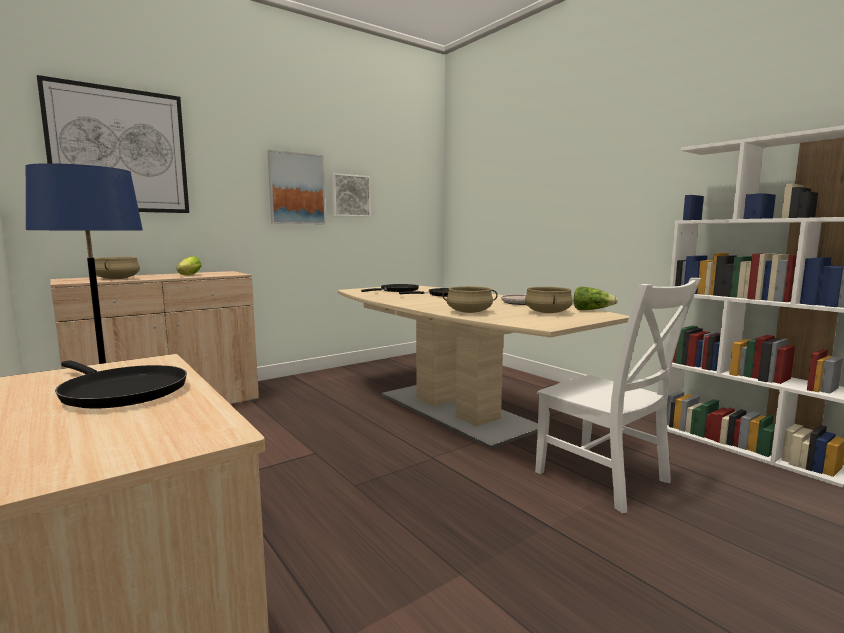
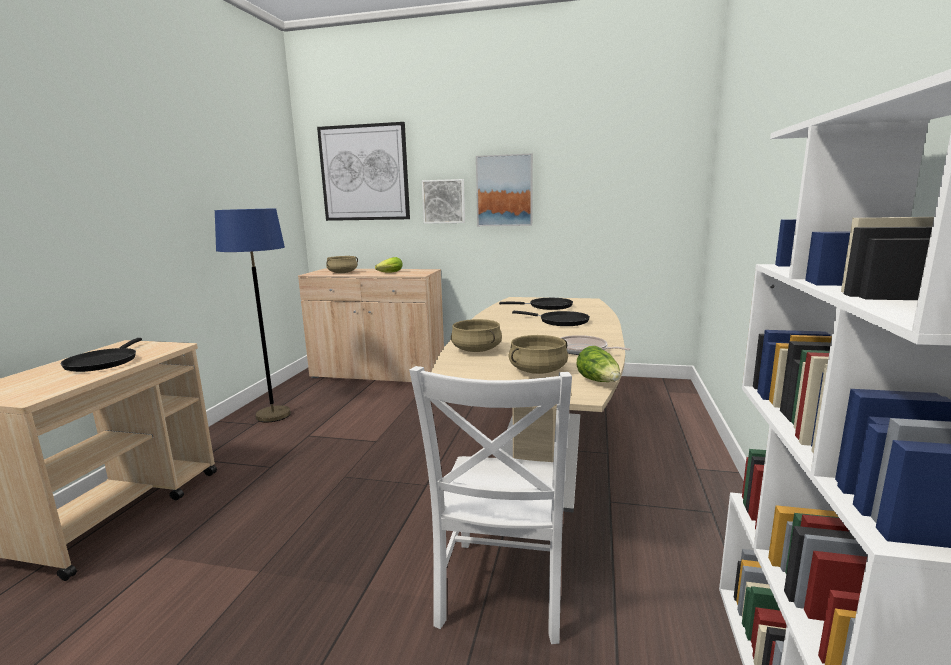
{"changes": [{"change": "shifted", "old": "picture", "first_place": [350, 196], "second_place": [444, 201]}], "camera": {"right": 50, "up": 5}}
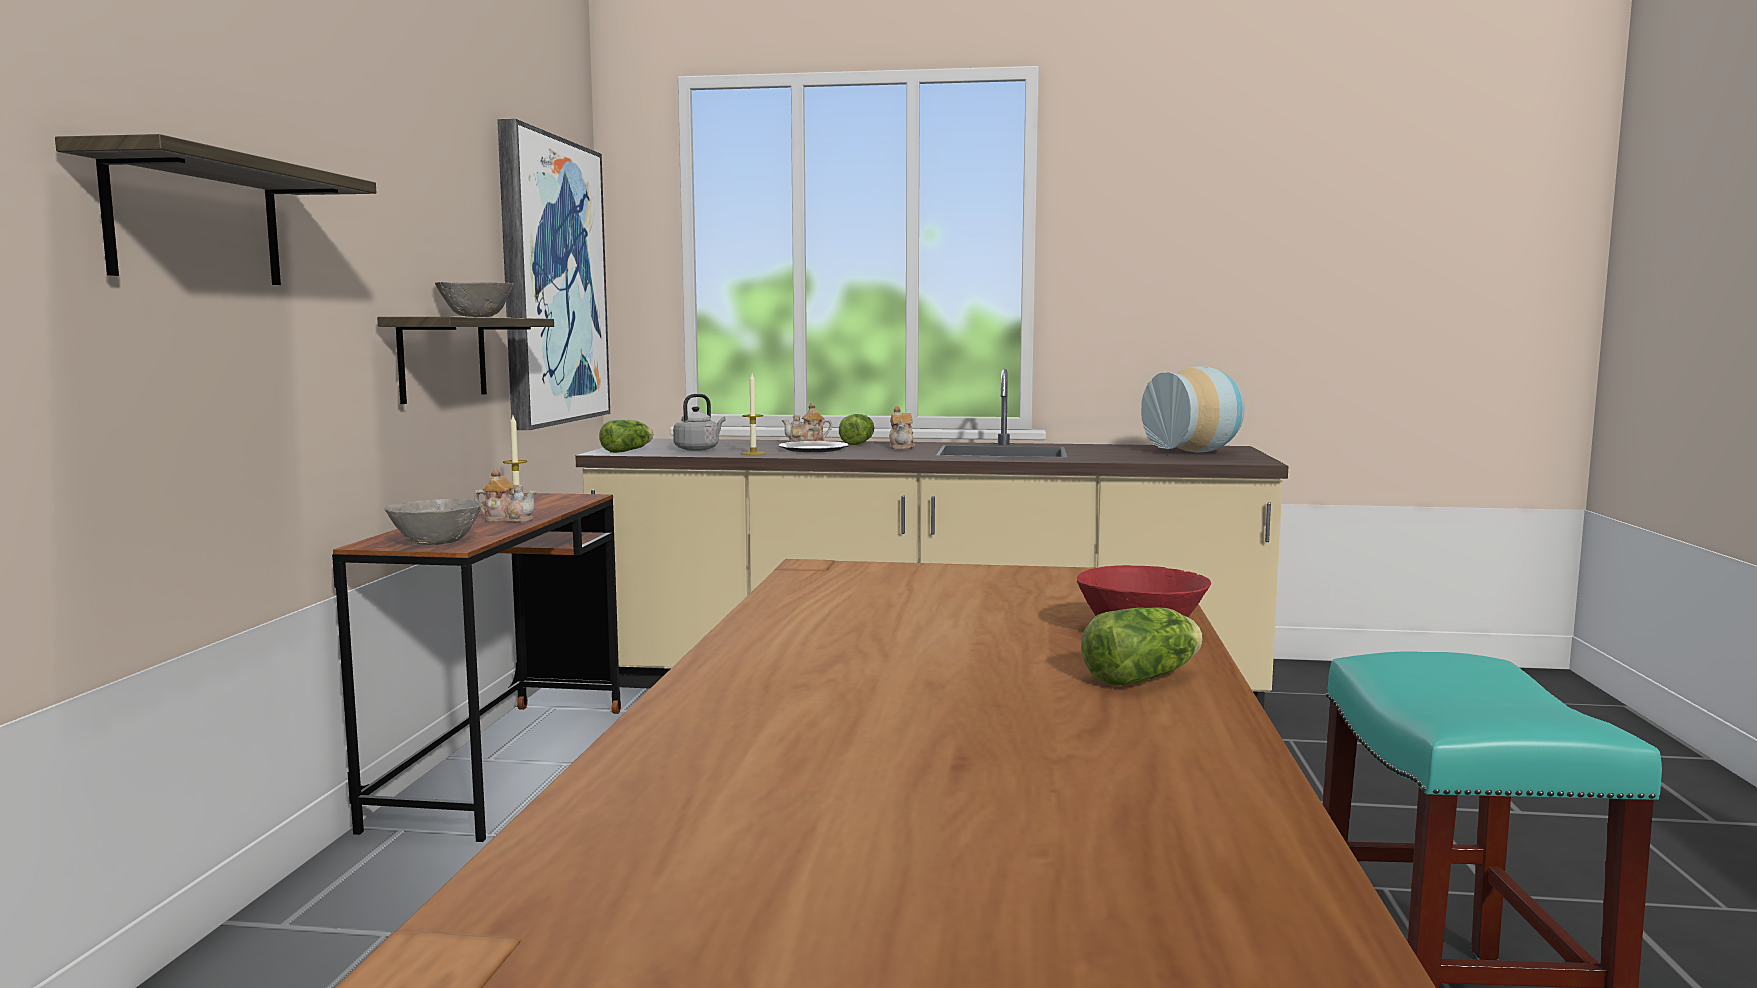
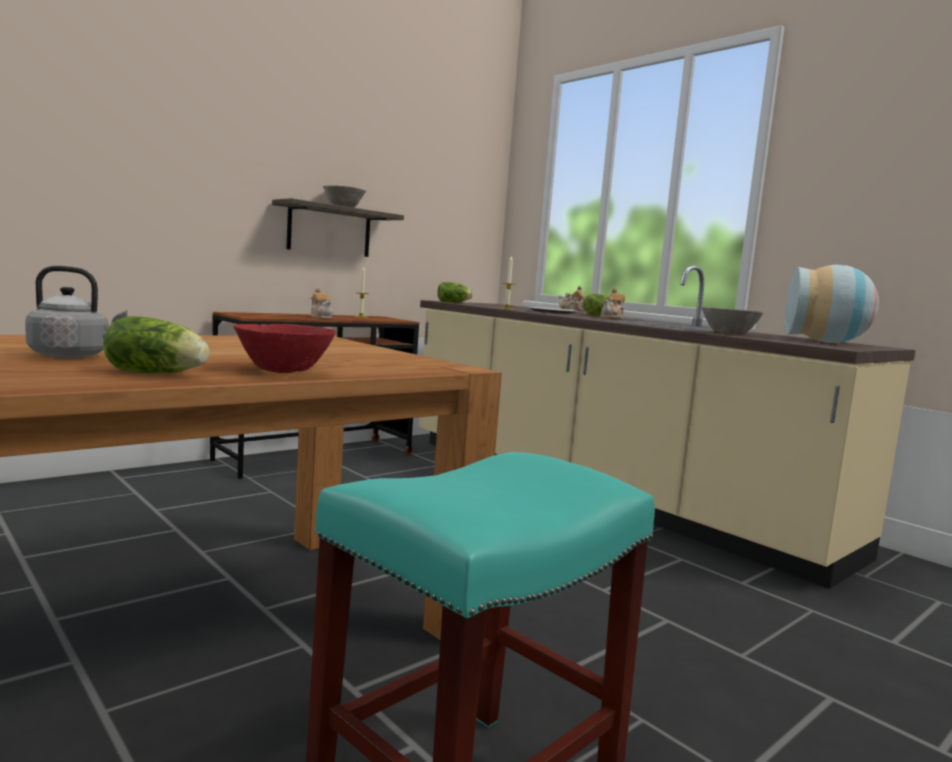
{"changes": [{"change": "gone", "old": "picture", "first_place": [551, 282]}, {"change": "gone", "old": "shelf", "first_place": [196, 222]}, {"change": "shifted", "old": "kettle/grey", "first_place": [698, 449], "second_place": [73, 356]}, {"change": "shifted", "old": "bowl/grey", "first_place": [434, 543], "second_place": [727, 333]}], "camera": {"right": 40, "up": 0}}
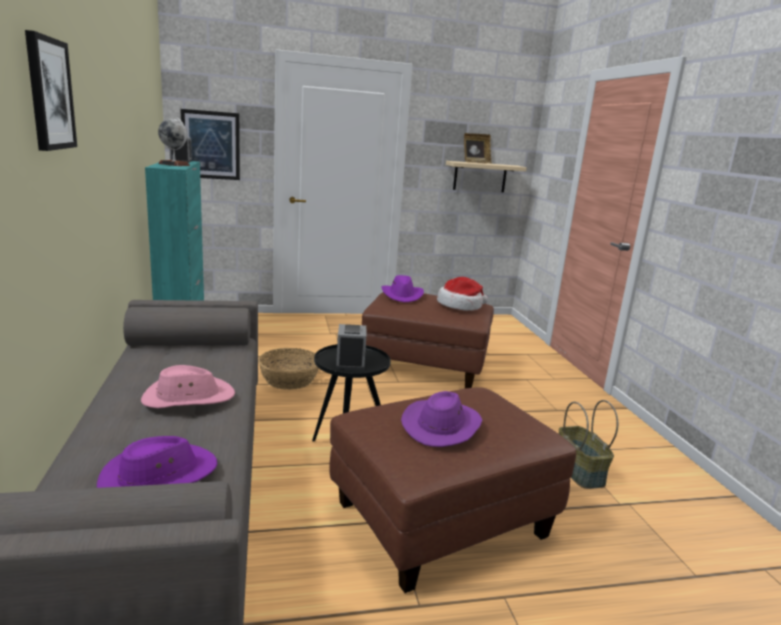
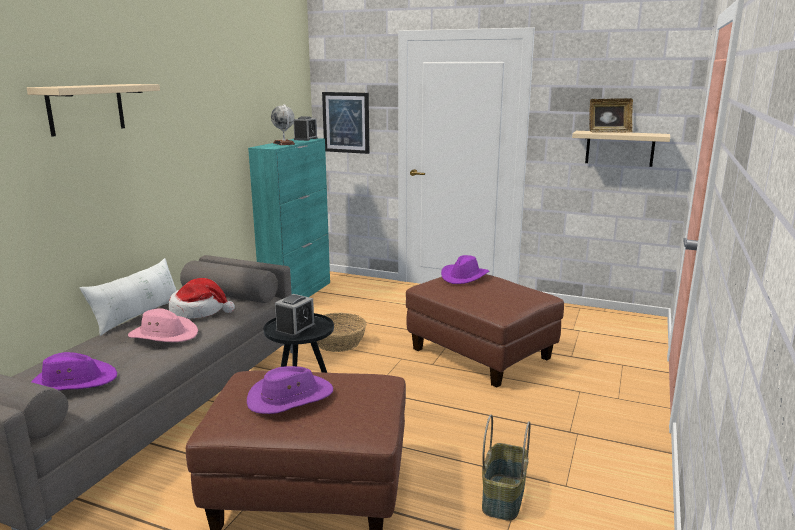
{"changes": [{"change": "swapped", "old": "picture", "new": "shelf/beige", "first_place": [49, 94], "second_place": [86, 109]}, {"change": "shifted", "old": "hat", "first_place": [460, 305], "second_place": [199, 311]}, {"change": "new", "new": "pillow/white", "second_place": [138, 315]}], "camera": {"right": 35, "up": 0}}
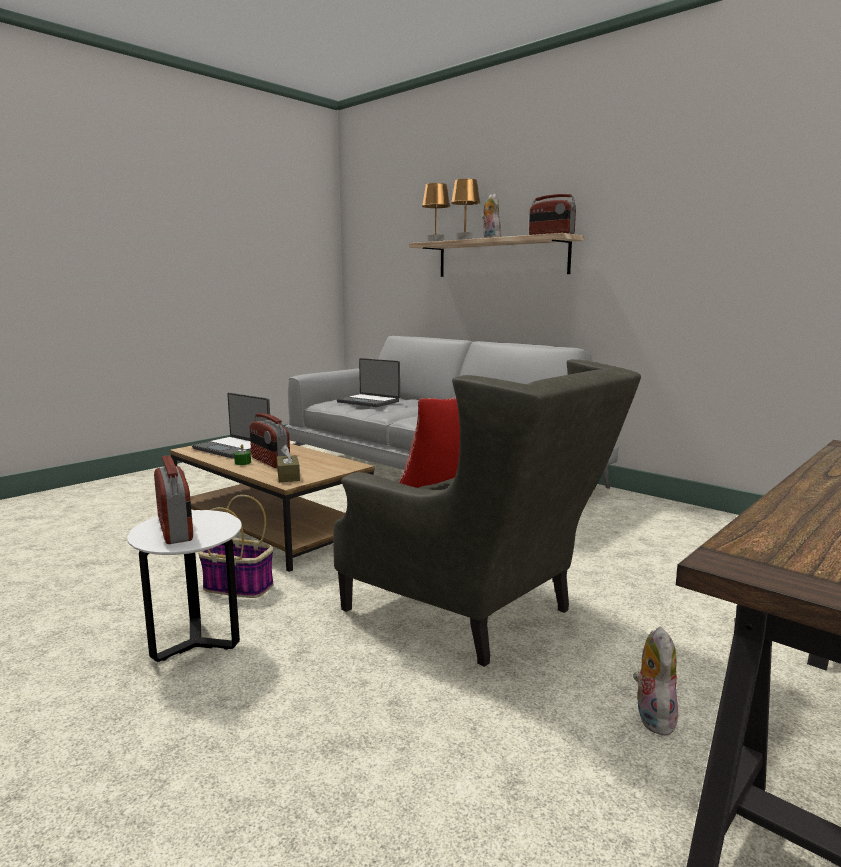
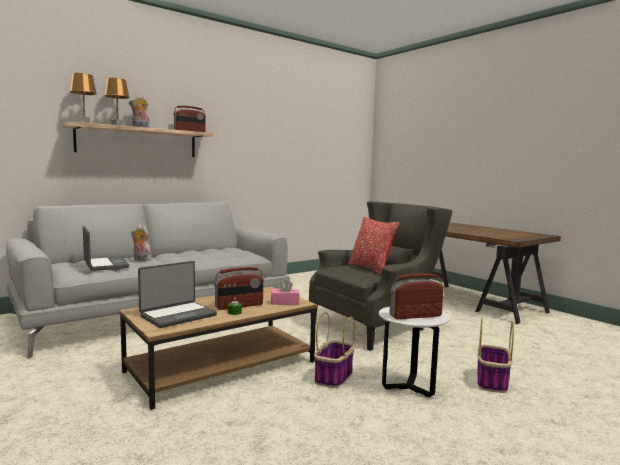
{"changes": [{"change": "rotated", "old": "laptop", "first_place": [369, 402], "second_place": [105, 265], "degrees": -75}, {"change": "repainted", "old": "tissue box/brown", "new": "tissue box/pink", "first_place": [288, 476], "second_place": [284, 302]}, {"change": "shifted", "old": "plush toy", "first_place": [652, 717], "second_place": [141, 260]}, {"change": "new", "new": "basket", "second_place": [492, 382]}], "camera": {"right": -80, "up": -5}}
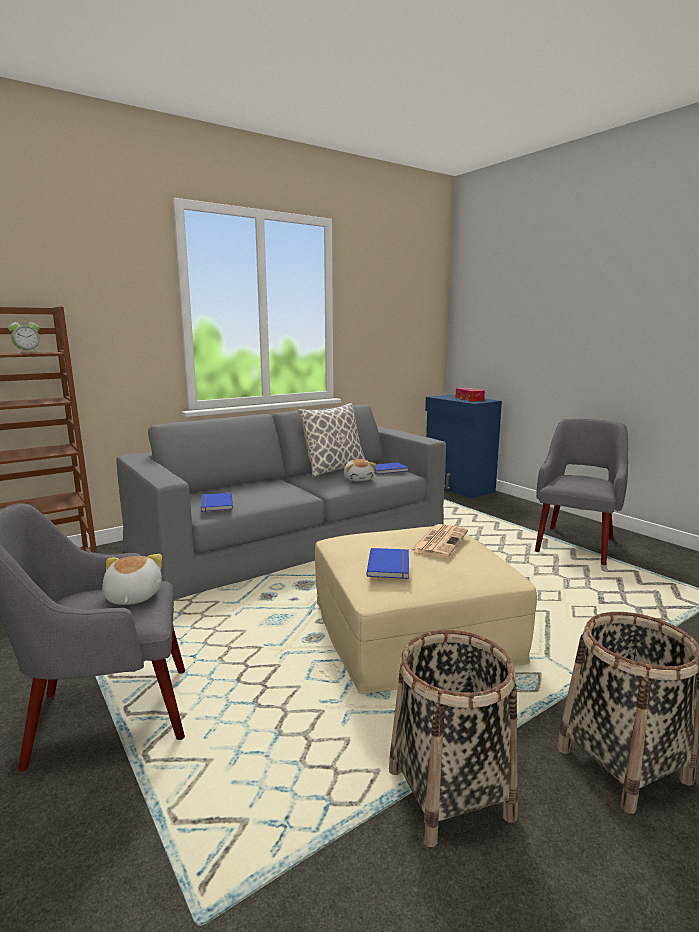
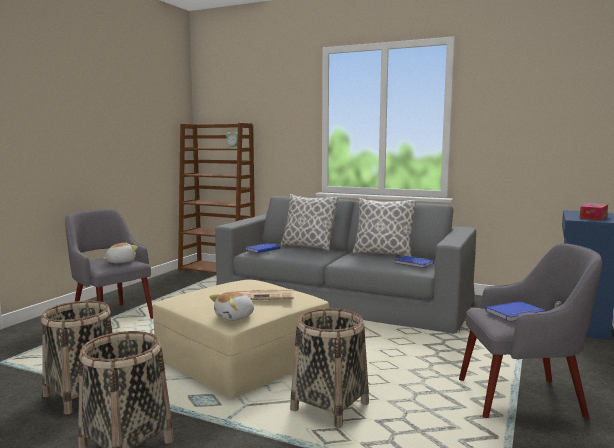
{"changes": [{"change": "shifted", "old": "plush toy", "first_place": [358, 479], "second_place": [235, 317]}, {"change": "shifted", "old": "book/blue", "first_place": [390, 565], "second_place": [516, 314]}, {"change": "new", "new": "pillow", "second_place": [308, 246]}, {"change": "new", "new": "basket", "second_place": [330, 407]}], "camera": {"right": 60, "up": -5}}
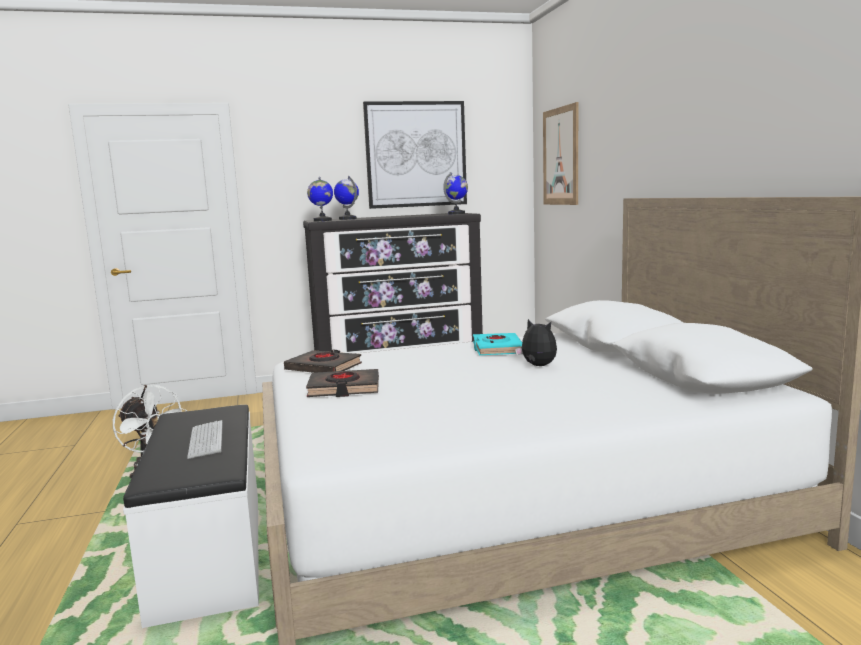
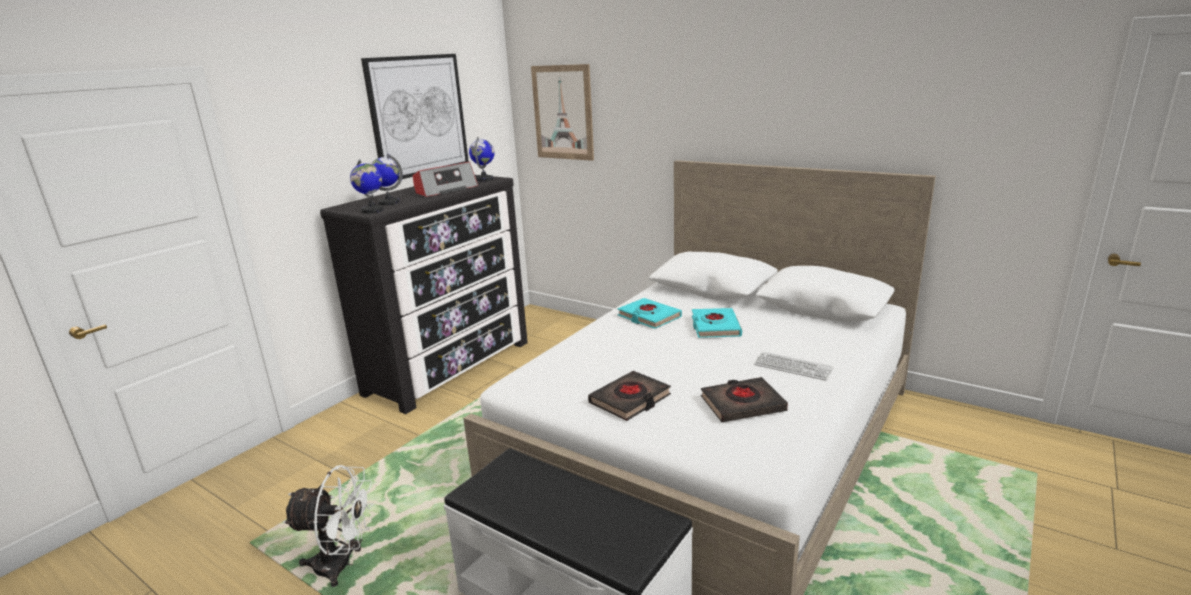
{"changes": [{"change": "swapped", "old": "plush toy", "new": "book/turquoise", "first_place": [537, 366], "second_place": [715, 327]}, {"change": "shifted", "old": "book/black", "first_place": [324, 367], "second_place": [742, 404]}, {"change": "shifted", "old": "keyboard", "first_place": [206, 440], "second_place": [792, 367]}, {"change": "new", "new": "radio", "second_place": [445, 190]}], "camera": {"right": -40, "up": 10}}
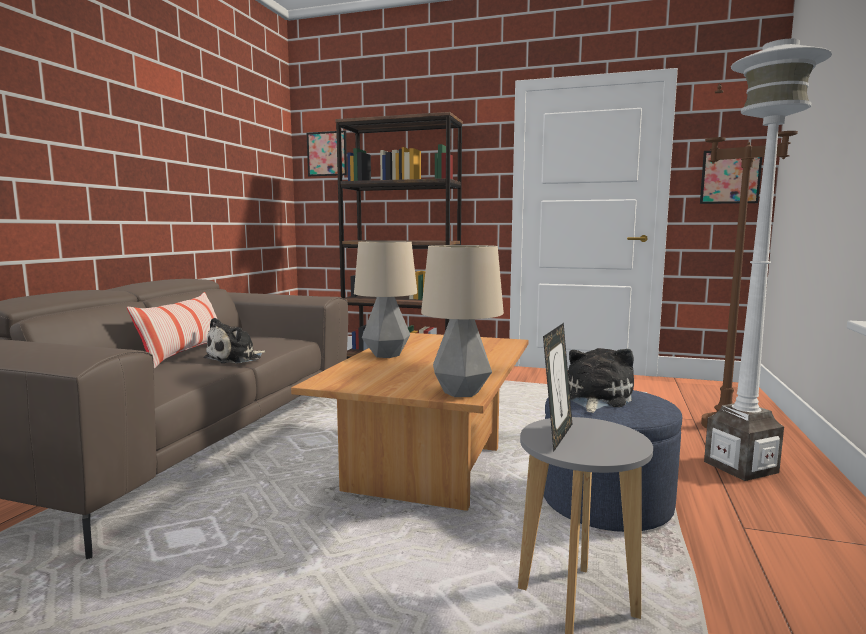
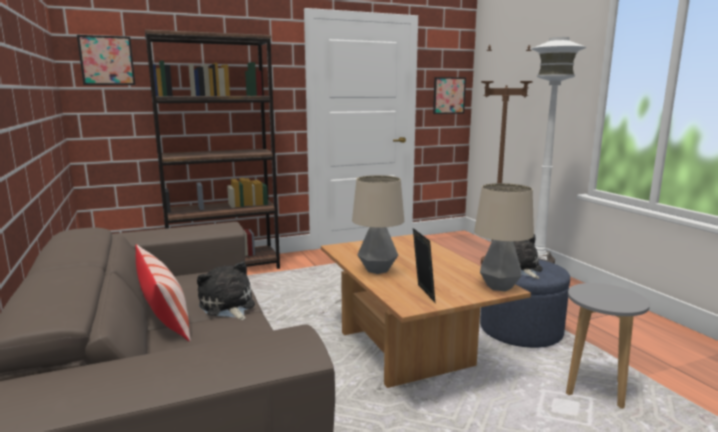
{"changes": [{"change": "rotated", "old": "plush toy", "first_place": [236, 358], "second_place": [228, 306], "degrees": 150}, {"change": "shifted", "old": "picture frame", "first_place": [556, 436], "second_place": [422, 294]}], "camera": {"right": -40, "up": 5}}
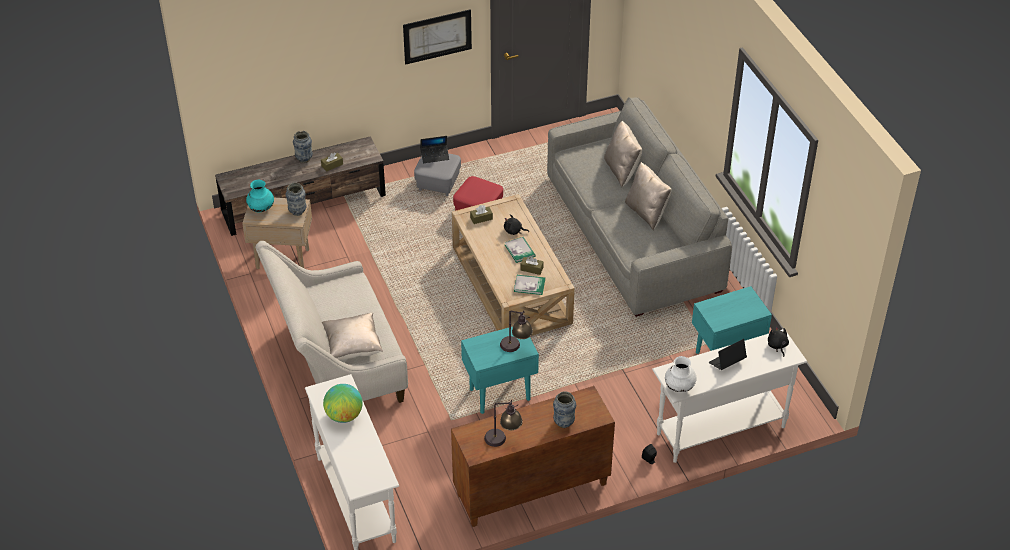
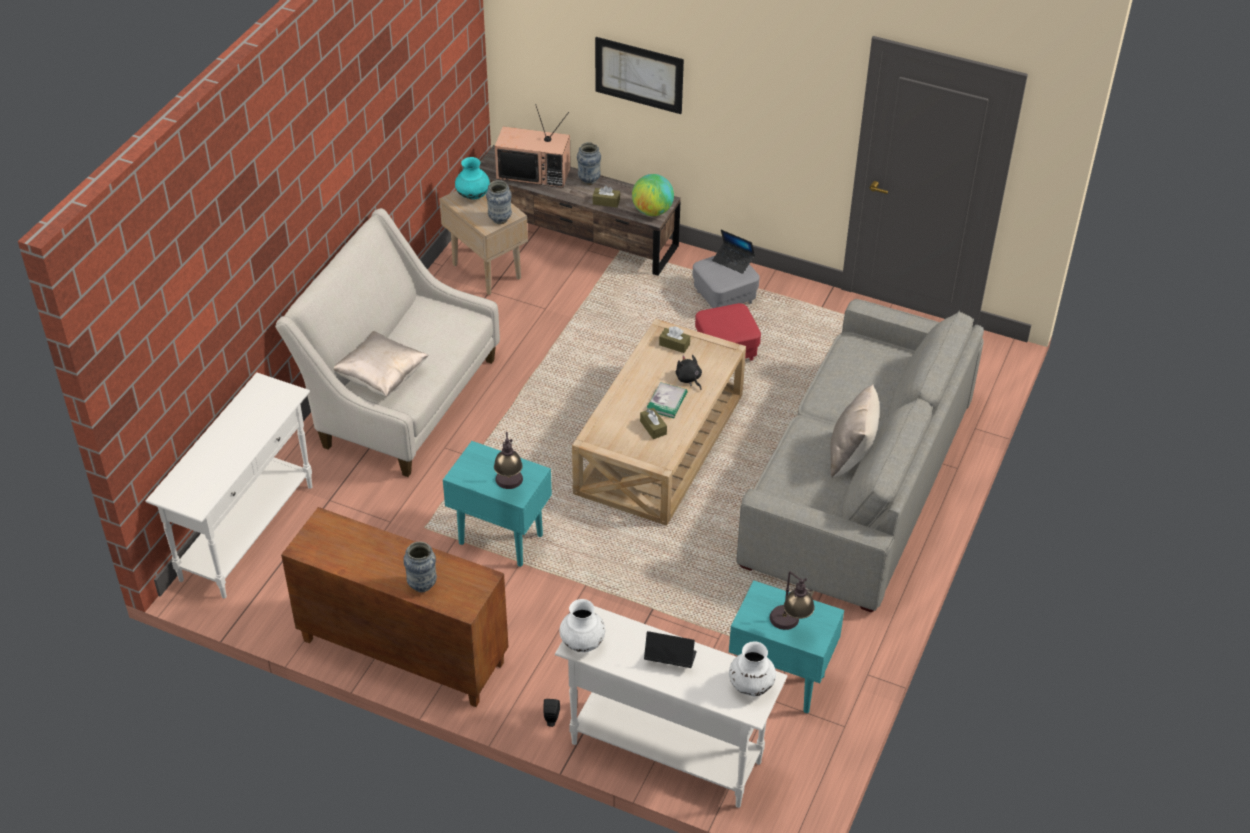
{"changes": [{"change": "shifted", "old": "picture", "first_place": [437, 36], "second_place": [639, 75]}, {"change": "gone", "old": "pillow/beige", "first_place": [622, 170]}, {"change": "gone", "old": "book", "first_place": [529, 285]}, {"change": "swapped", "old": "plush toy/black", "new": "vase/white", "first_place": [777, 346], "second_place": [750, 686]}, {"change": "shifted", "old": "globe", "first_place": [344, 415], "second_place": [652, 211]}, {"change": "shifted", "old": "table lamp", "first_place": [503, 440], "second_place": [790, 626]}, {"change": "new", "new": "television", "second_place": [535, 172]}], "camera": {"right": 45, "up": 0}}
